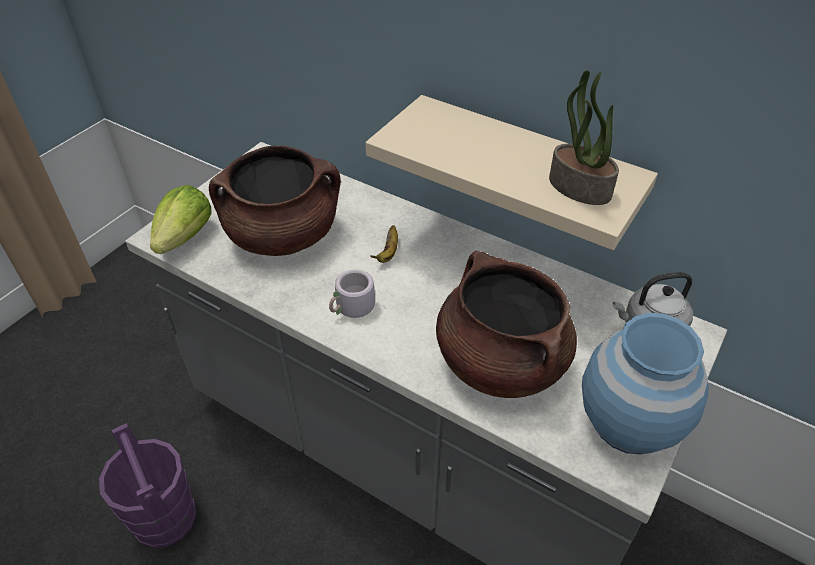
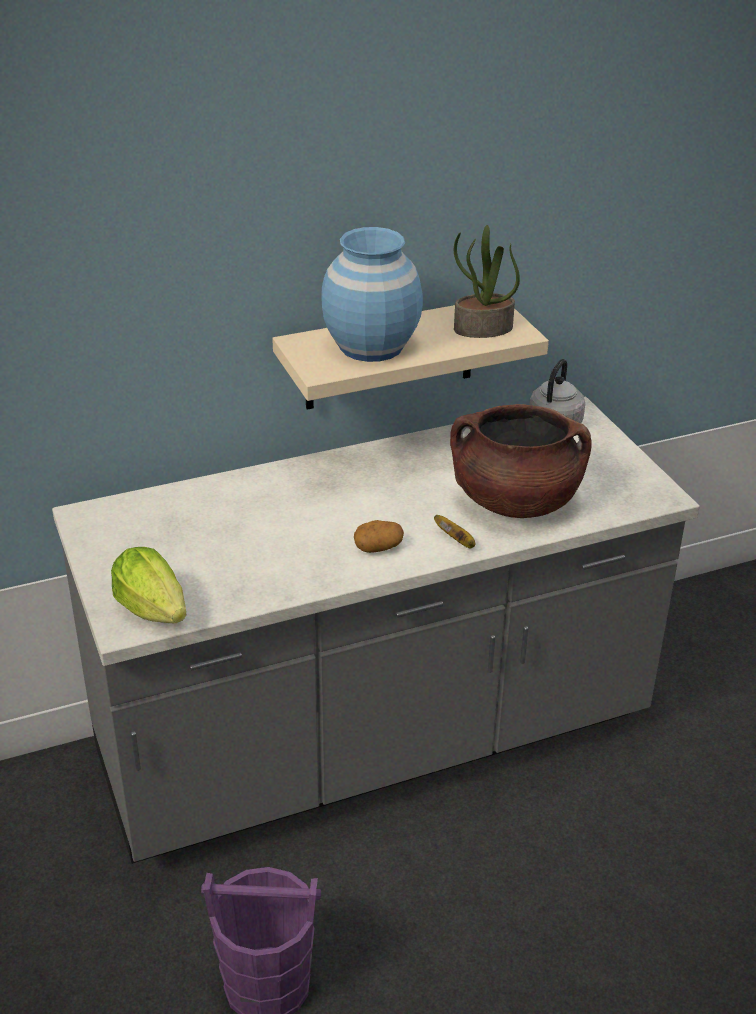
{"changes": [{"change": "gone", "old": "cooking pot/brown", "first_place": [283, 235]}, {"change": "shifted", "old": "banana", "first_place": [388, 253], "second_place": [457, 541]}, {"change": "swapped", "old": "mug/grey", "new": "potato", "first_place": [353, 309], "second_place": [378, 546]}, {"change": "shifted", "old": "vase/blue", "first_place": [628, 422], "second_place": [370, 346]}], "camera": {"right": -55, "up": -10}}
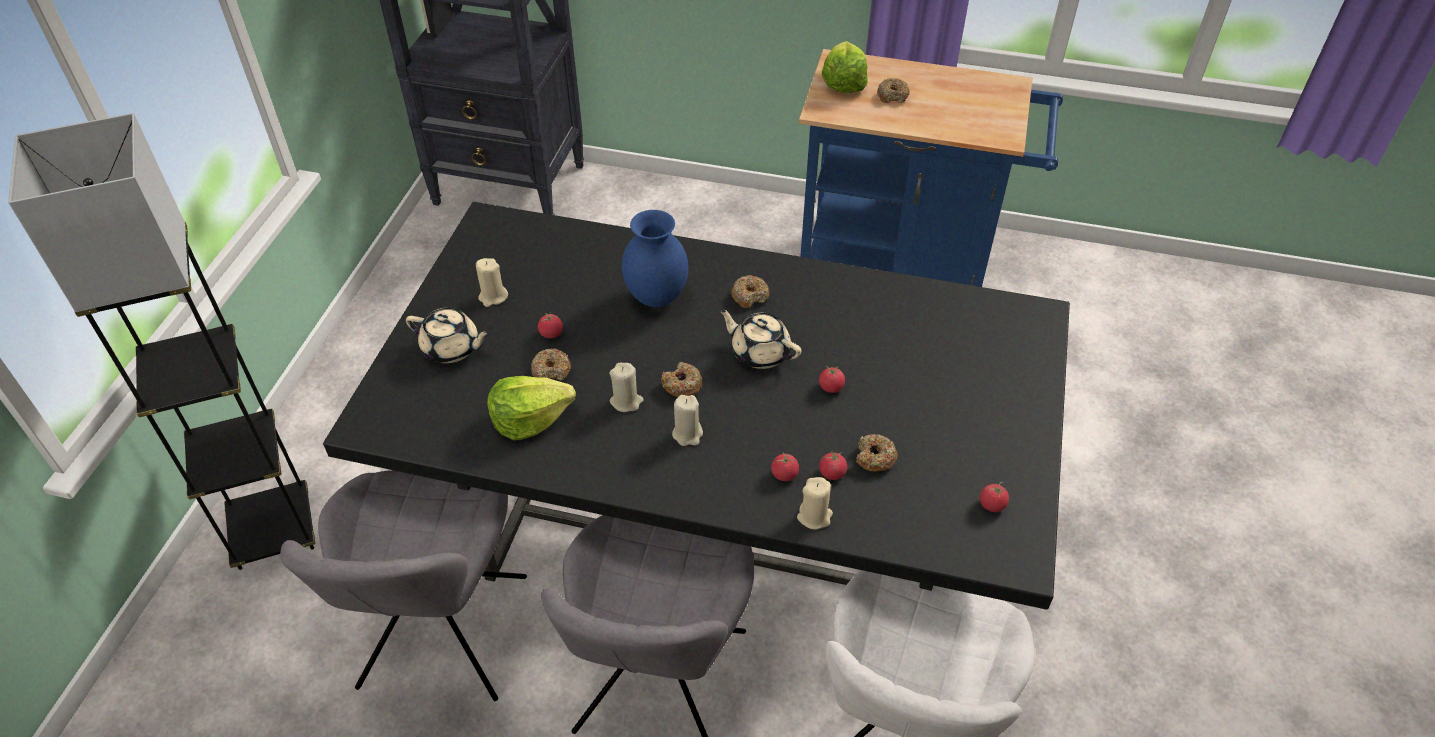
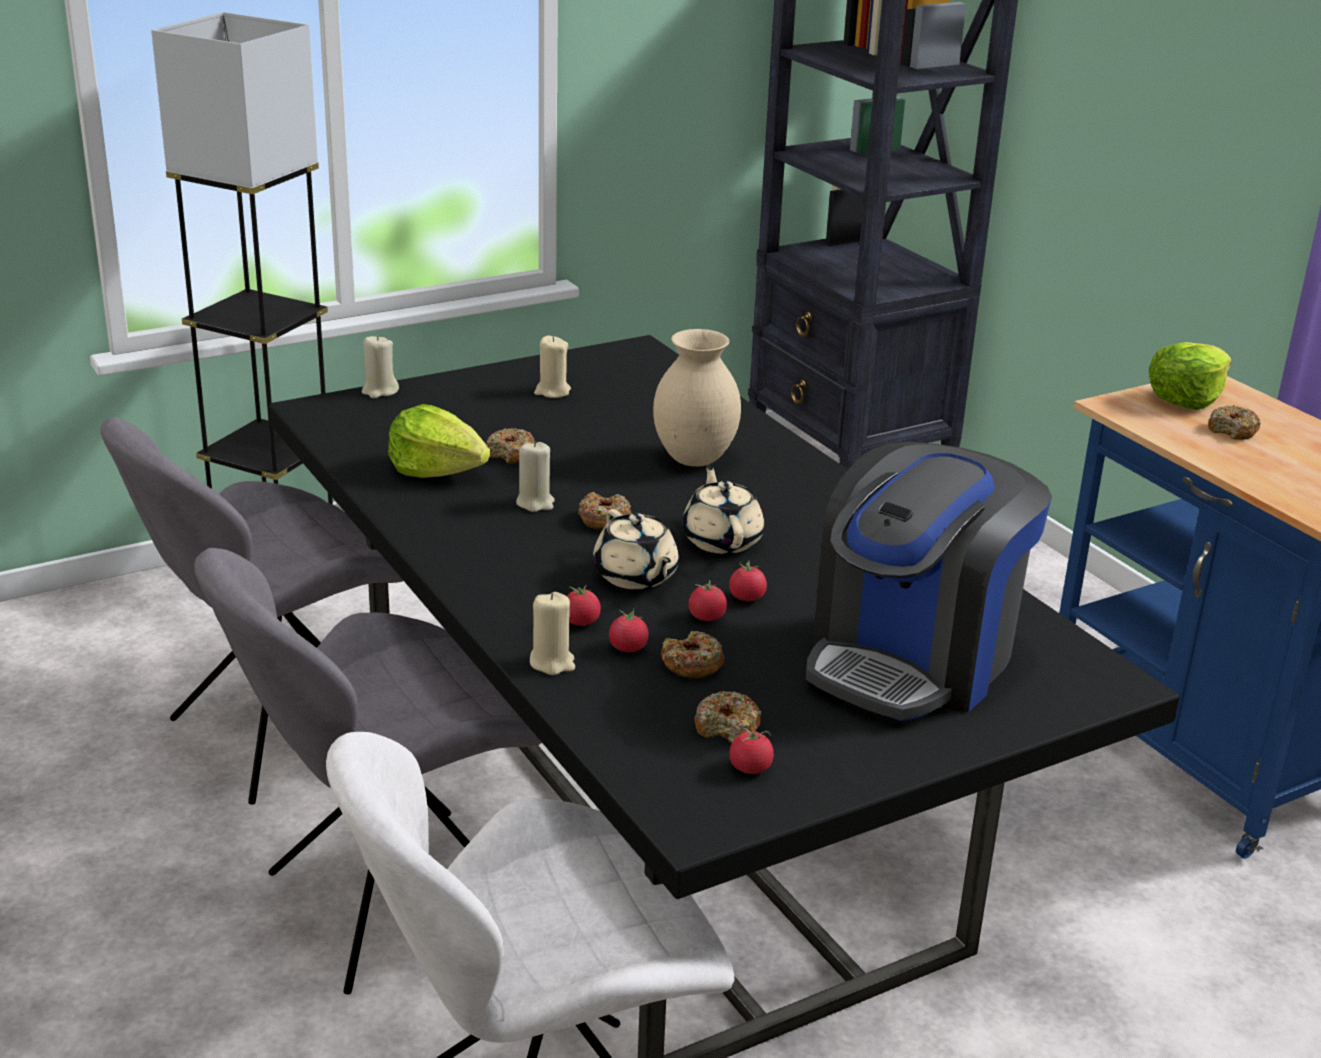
{"changes": [{"change": "repainted", "old": "vase/blue", "new": "vase/beige", "first_place": [655, 298], "second_place": [693, 459]}, {"change": "shifted", "old": "donut", "first_place": [750, 296], "second_place": [727, 727]}, {"change": "shifted", "old": "teapot/beige", "first_place": [452, 348], "second_place": [635, 576]}, {"change": "shifted", "old": "tomato", "first_place": [551, 333], "second_place": [707, 617]}, {"change": "shifted", "old": "candle/beige", "first_place": [687, 434], "second_place": [379, 391]}, {"change": "new", "new": "coffee machine", "second_place": [912, 659]}], "camera": {"right": 45, "up": -20}}
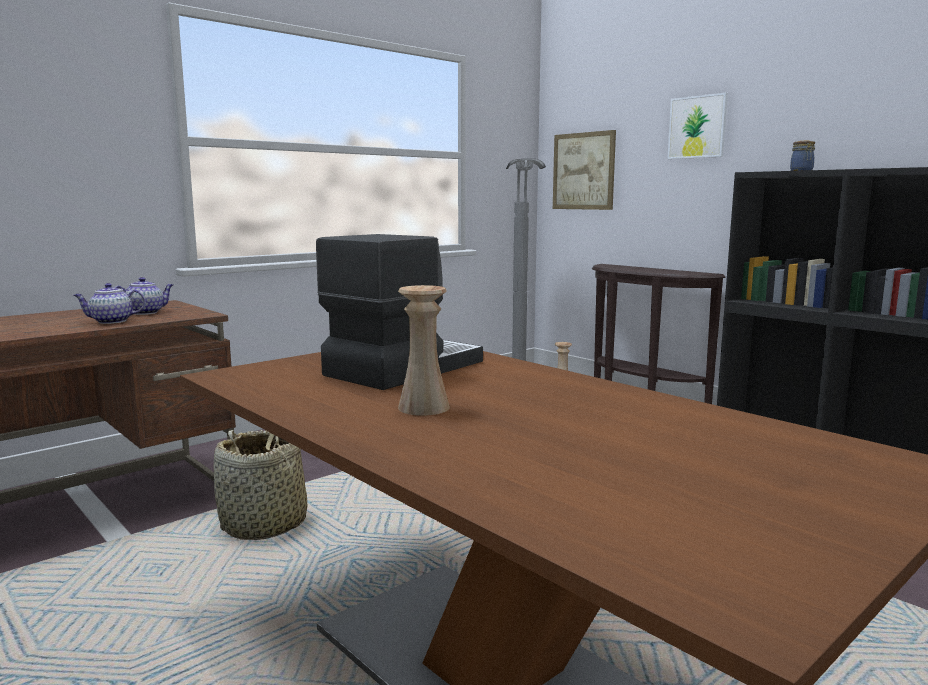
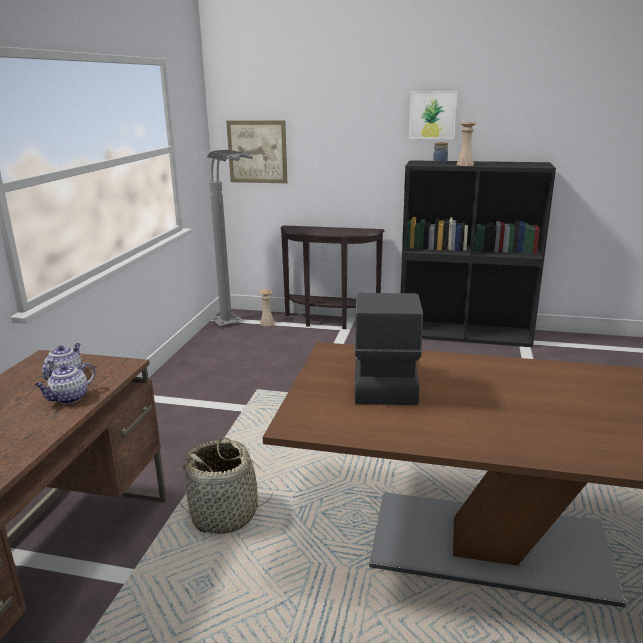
{"changes": [{"change": "shifted", "old": "picture", "first_place": [697, 127], "second_place": [432, 115]}, {"change": "shifted", "old": "vase/beige", "first_place": [423, 407], "second_place": [465, 164]}], "camera": {"right": -35, "up": 10}}
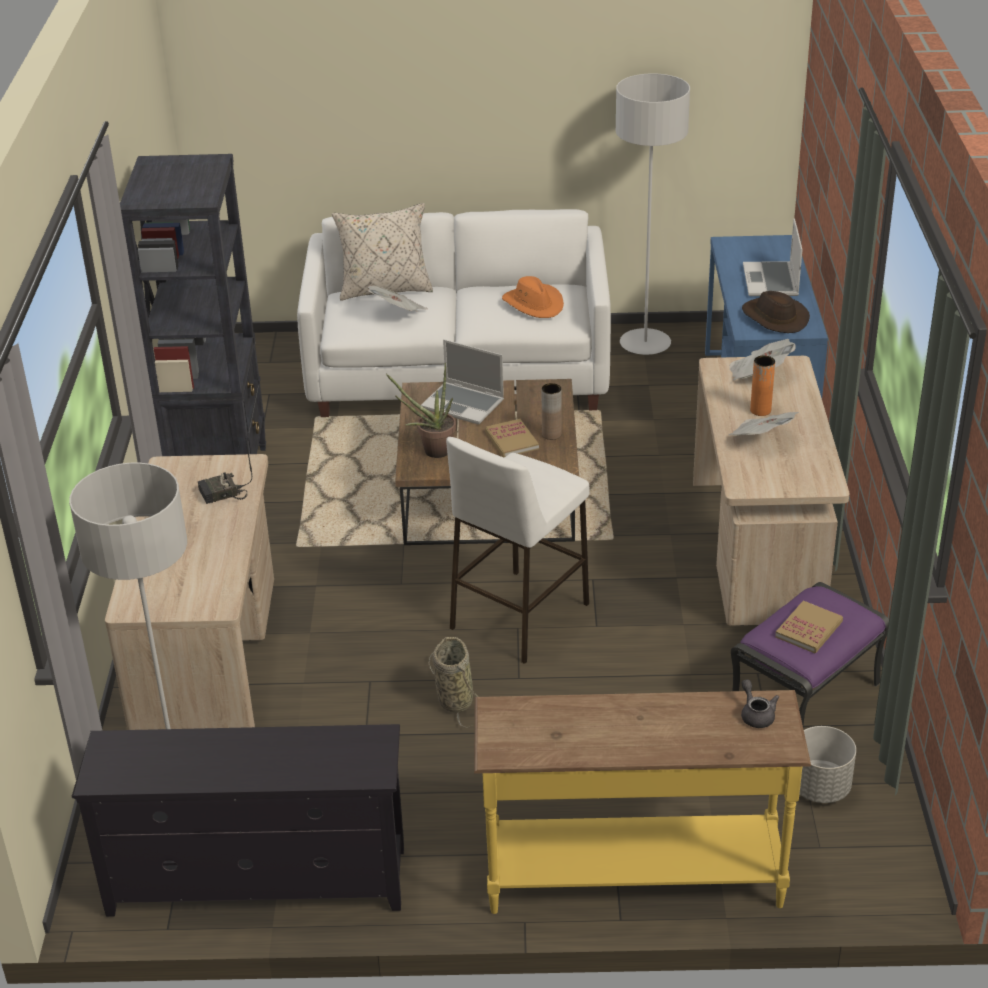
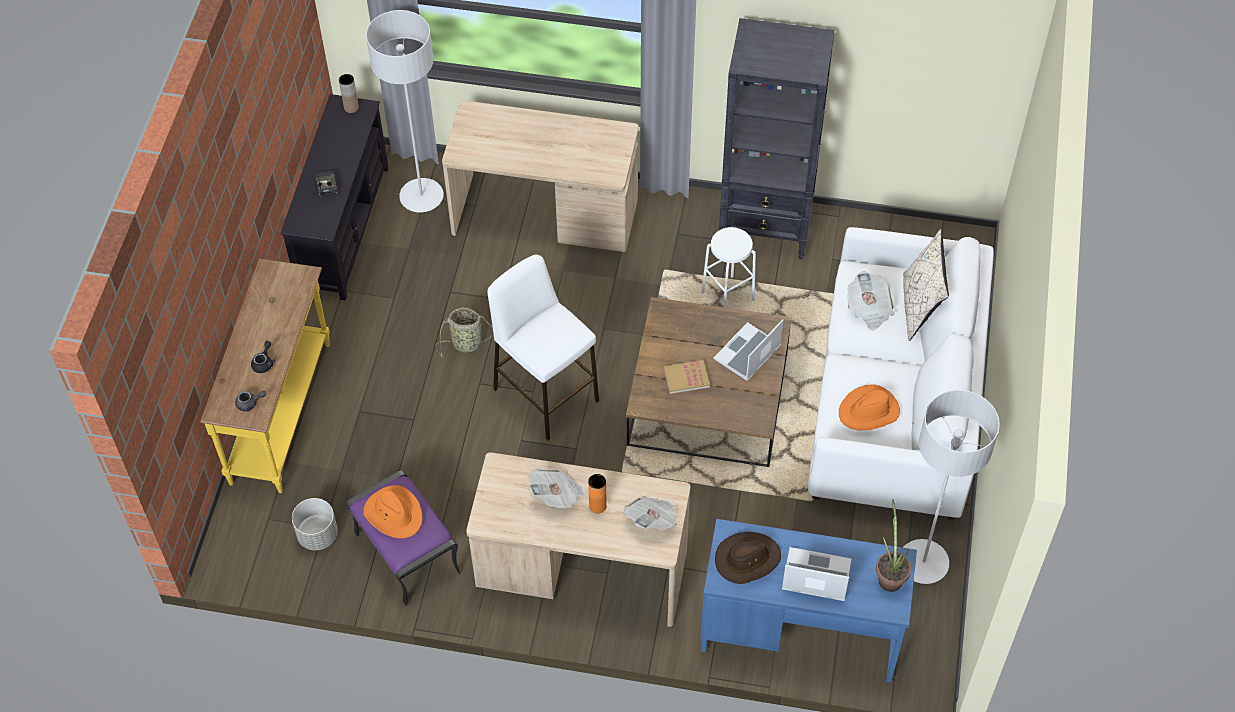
{"changes": [{"change": "shifted", "old": "potted plant", "first_place": [431, 451], "second_place": [889, 576]}, {"change": "shifted", "old": "vase/brown", "first_place": [551, 434], "second_place": [351, 107]}, {"change": "shifted", "old": "radio", "first_place": [222, 494], "second_place": [324, 187]}, {"change": "swapped", "old": "book", "new": "hat/orange", "first_place": [809, 629], "second_place": [394, 513]}, {"change": "new", "new": "stool/white", "second_place": [728, 296]}, {"change": "new", "new": "teapot/black", "second_place": [264, 363]}], "camera": {"right": 100, "up": 20}}
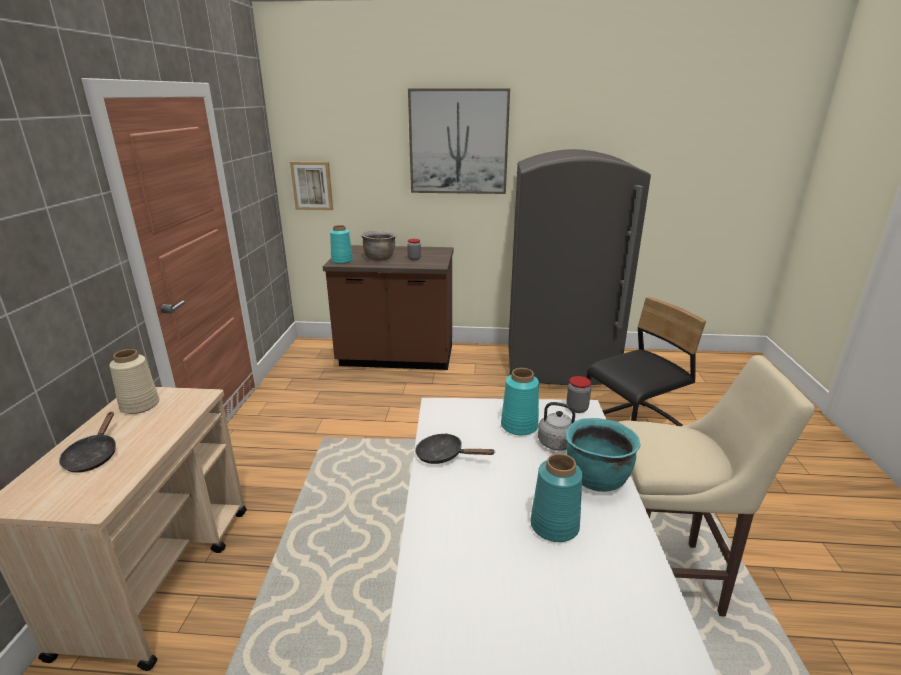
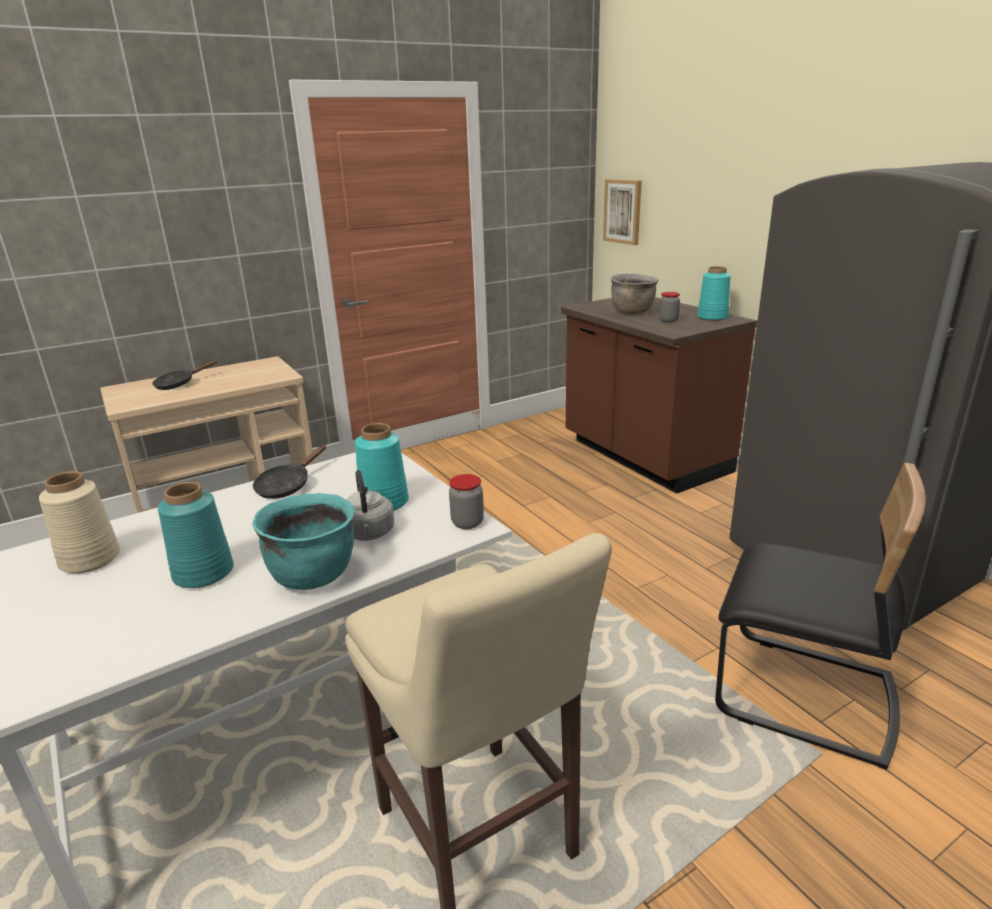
{"changes": [{"change": "gone", "old": "picture", "first_place": [458, 142]}, {"change": "shifted", "old": "vase/turquoise", "first_place": [342, 261], "second_place": [712, 317]}, {"change": "shifted", "old": "vase/beige", "first_place": [140, 406], "second_place": [89, 560]}, {"change": "rotated", "old": "frying pan/black", "first_place": [444, 456], "second_place": [287, 486], "degrees": -135}], "camera": {"right": 55, "up": 0}}
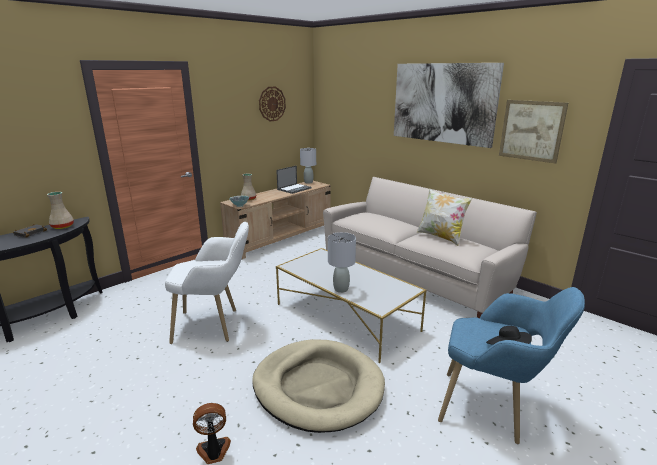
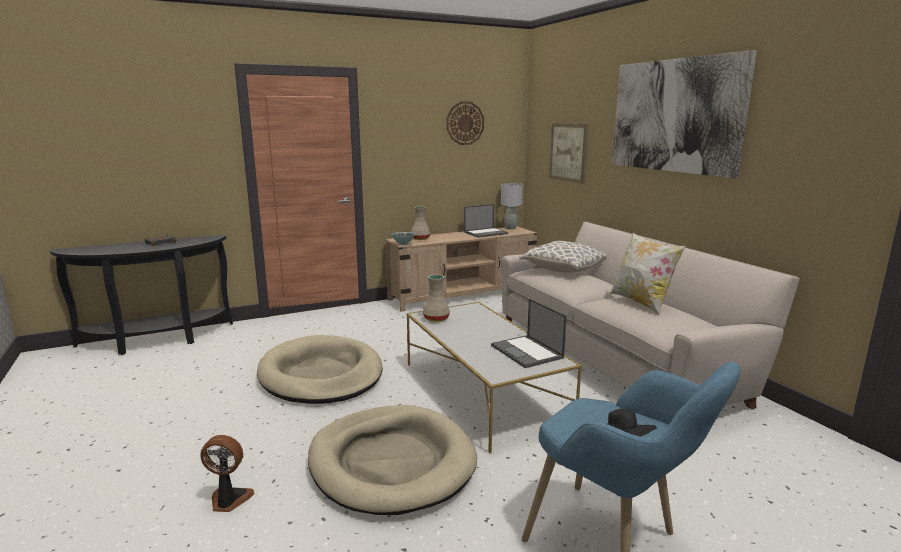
{"changes": [{"change": "shifted", "old": "picture", "first_place": [531, 130], "second_place": [568, 152]}, {"change": "shifted", "old": "vase/beige", "first_place": [62, 227], "second_place": [436, 319]}, {"change": "swapped", "old": "armchair/white", "new": "dog bed/beige", "first_place": [215, 326], "second_place": [321, 375]}, {"change": "gone", "old": "table lamp/grey", "first_place": [341, 289]}, {"change": "new", "new": "pillow", "second_place": [562, 270]}, {"change": "new", "new": "laptop", "second_place": [527, 352]}], "camera": {"right": 20, "up": -5}}
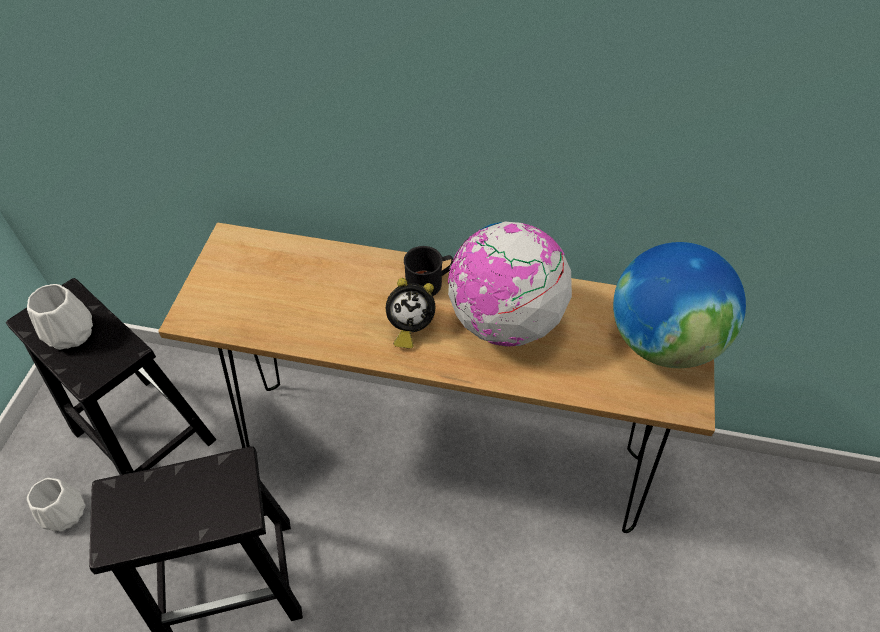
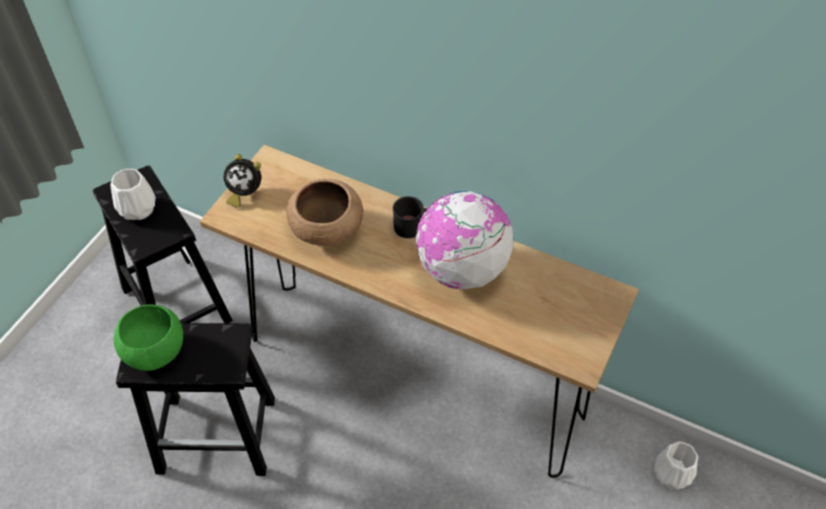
{"changes": [{"change": "gone", "old": "globe", "first_place": [662, 340]}, {"change": "shifted", "old": "alarm clock", "first_place": [409, 327], "second_place": [244, 193]}, {"change": "shifted", "old": "vase/white", "first_place": [64, 513], "second_place": [670, 473]}, {"change": "new", "new": "bowl/brown", "second_place": [326, 230]}, {"change": "new", "new": "bowl/green", "second_place": [154, 351]}], "camera": {"right": 15, "up": 0}}
